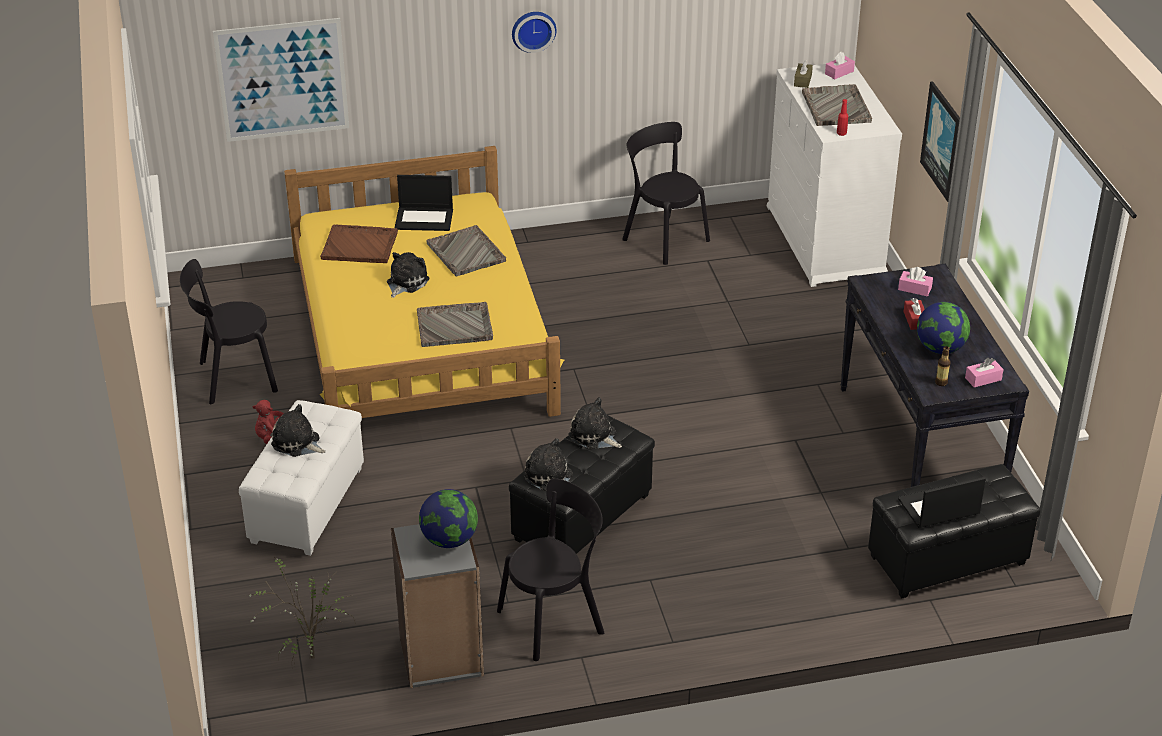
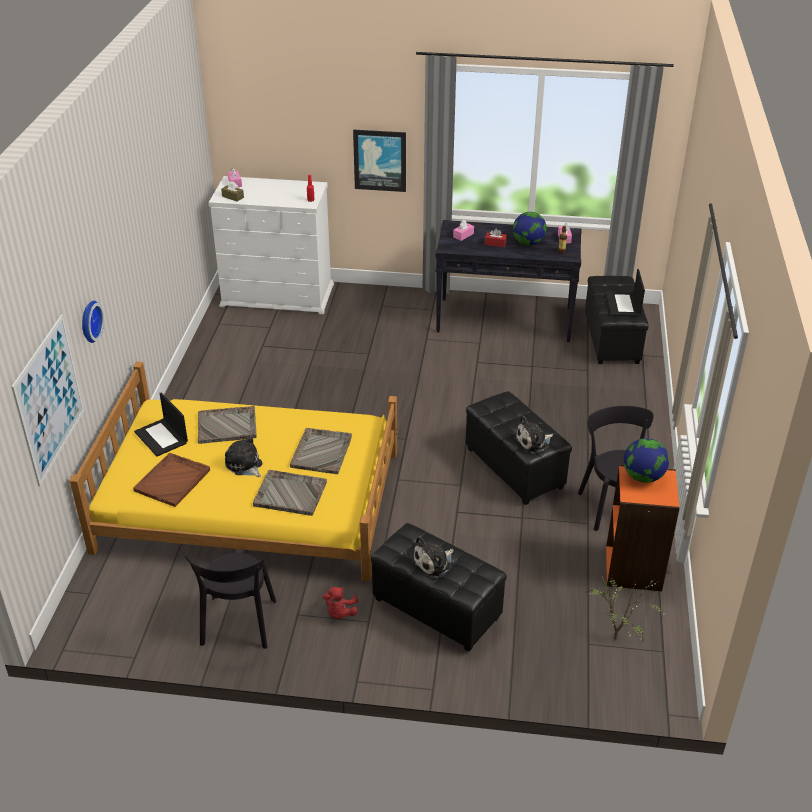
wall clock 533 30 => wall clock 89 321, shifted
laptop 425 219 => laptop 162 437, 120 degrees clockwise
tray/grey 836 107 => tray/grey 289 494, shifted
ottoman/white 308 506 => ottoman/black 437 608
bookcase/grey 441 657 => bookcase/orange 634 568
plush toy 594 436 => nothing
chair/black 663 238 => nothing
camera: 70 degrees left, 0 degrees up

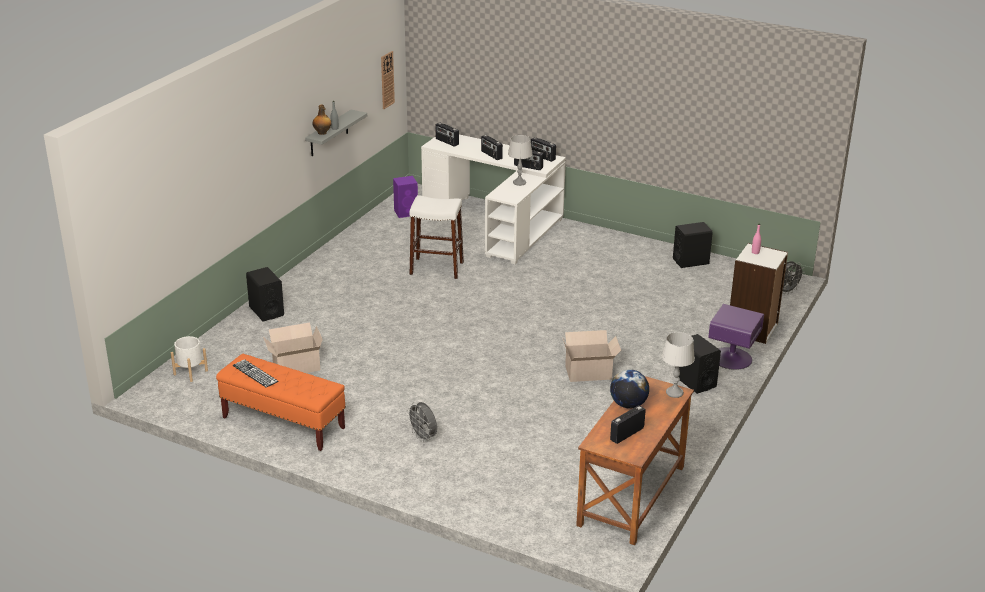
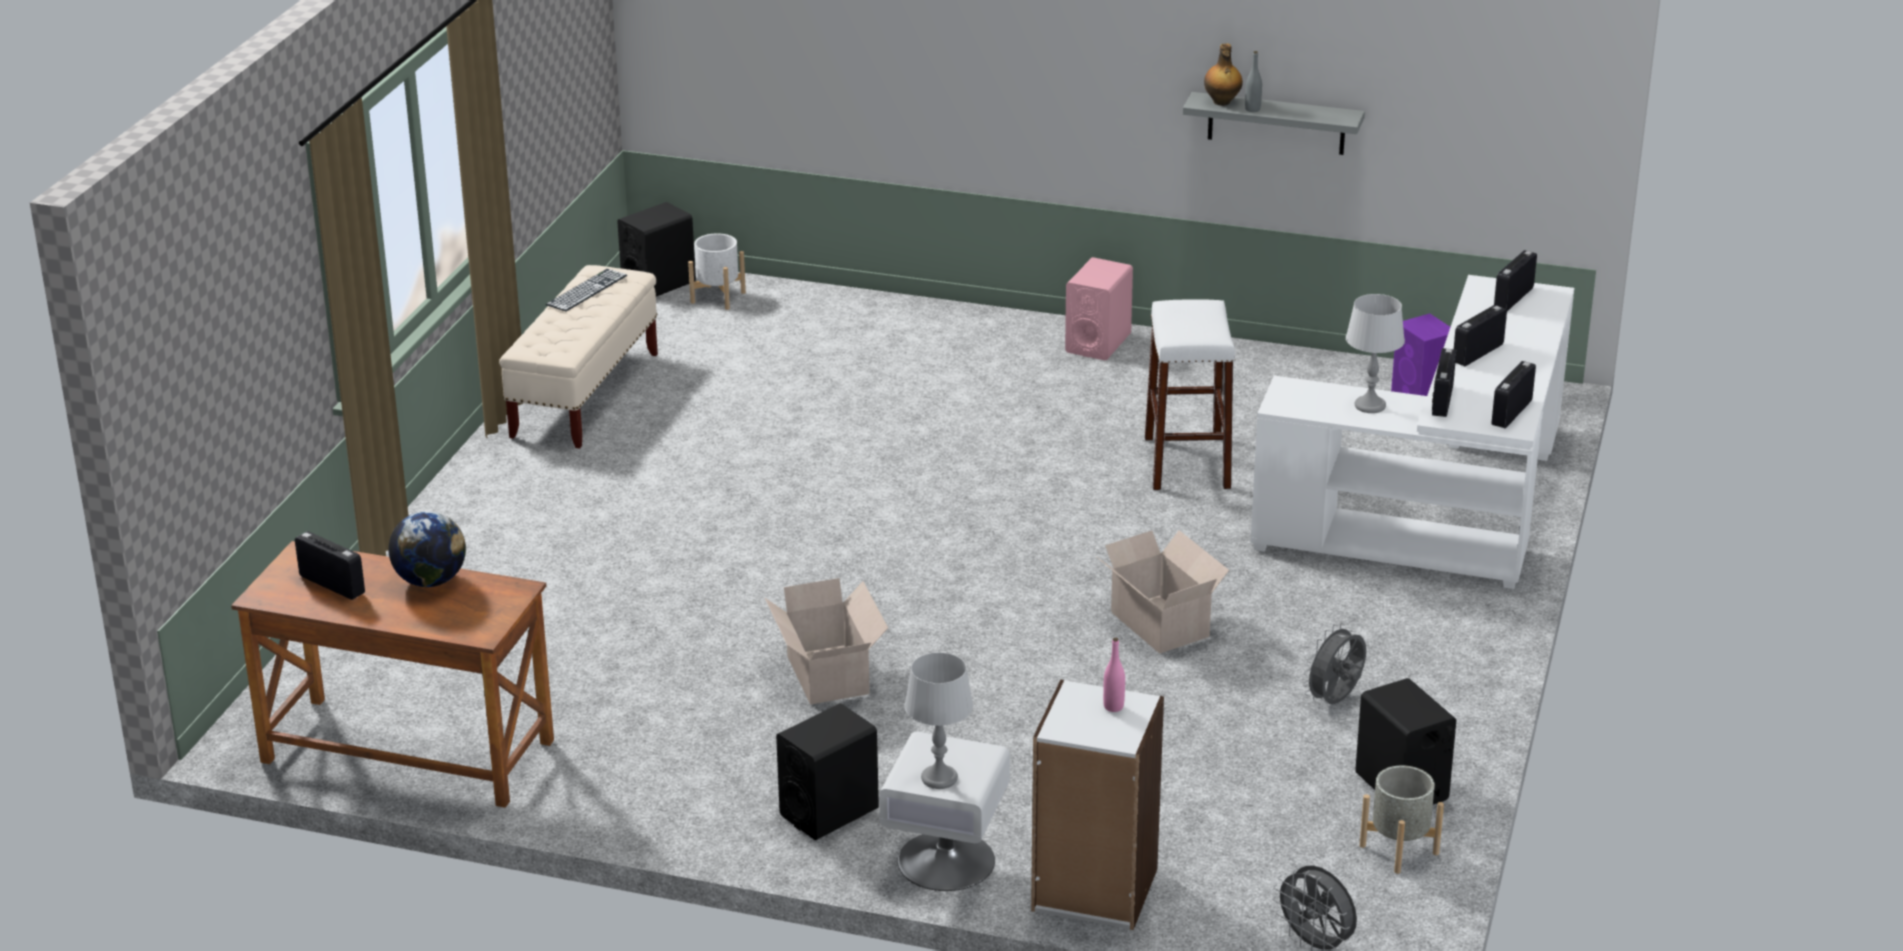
bench/orange 283 423 => bench/beige 585 395
speaker/black 266 311 => speaker/black 659 284, shifted
nightstand/purple 732 358 => nightstand/white 945 861
table lamp/grey 674 393 => table lamp/grey 939 778, shifted
nothing => speaker/pink 1098 343
cardboard box 295 366 => cardboard box 1159 623, shifted
fan/grey 423 437 => fan/grey 1335 701, shifted
nothing => planter/grey 1399 850
wall clock 387 80 => nothing
camera: 80 degrees right, 0 degrees up

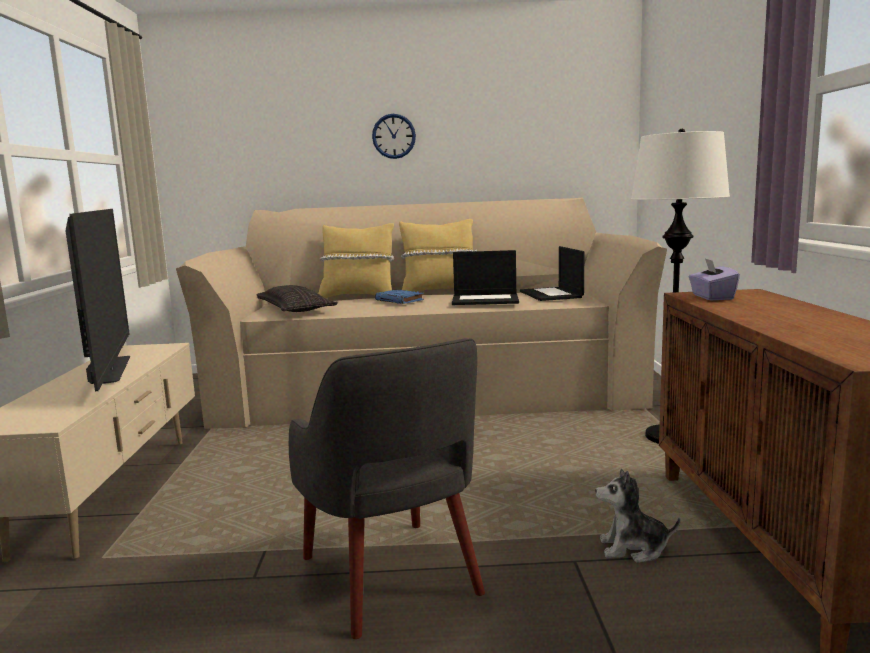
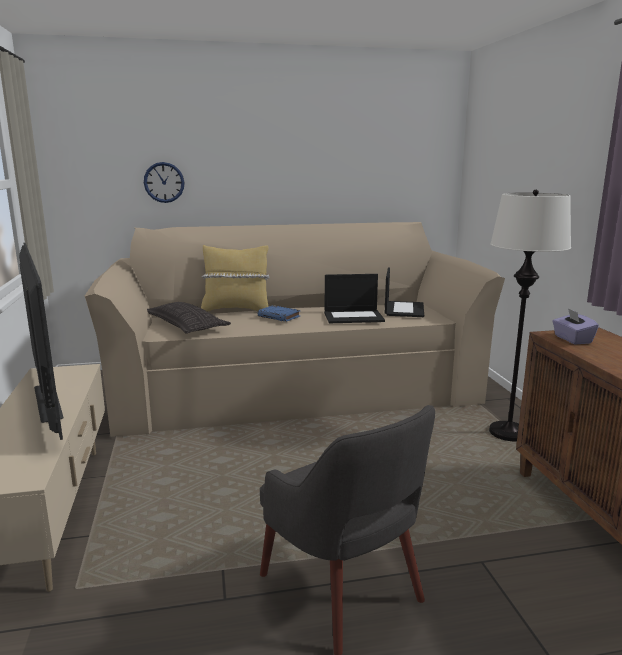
wall clock 394 136 => wall clock 164 182, shifted
laptop 552 294 => laptop 403 309, 150 degrees counterclockwise
pillow/yellow 439 293 => nothing
plush toy 633 549 => nothing
camera: 10 degrees left, 5 degrees up

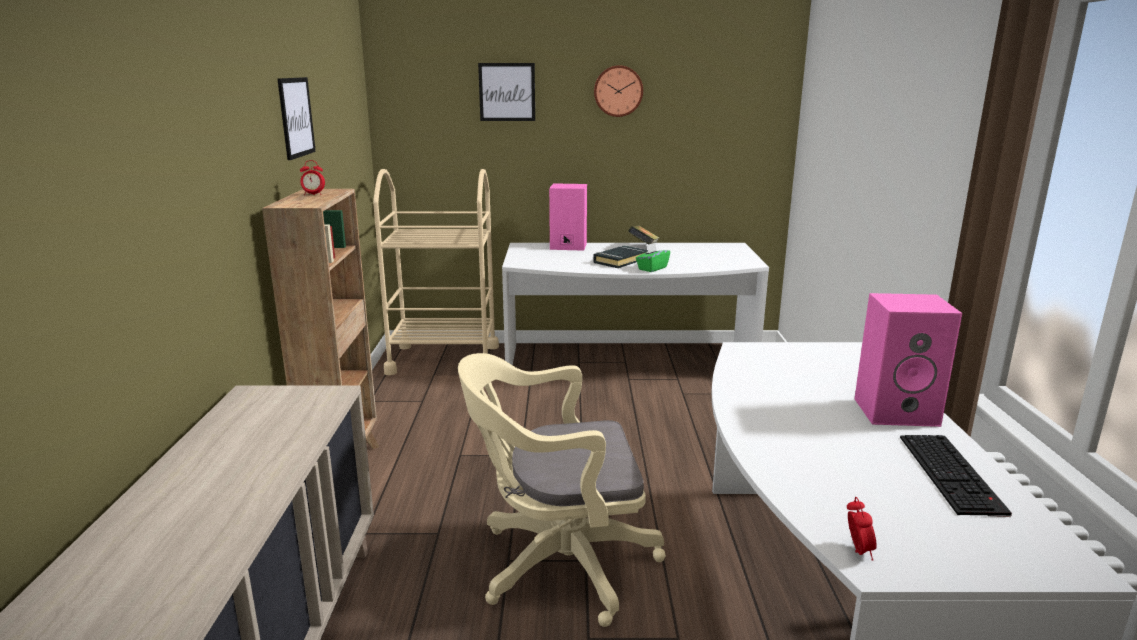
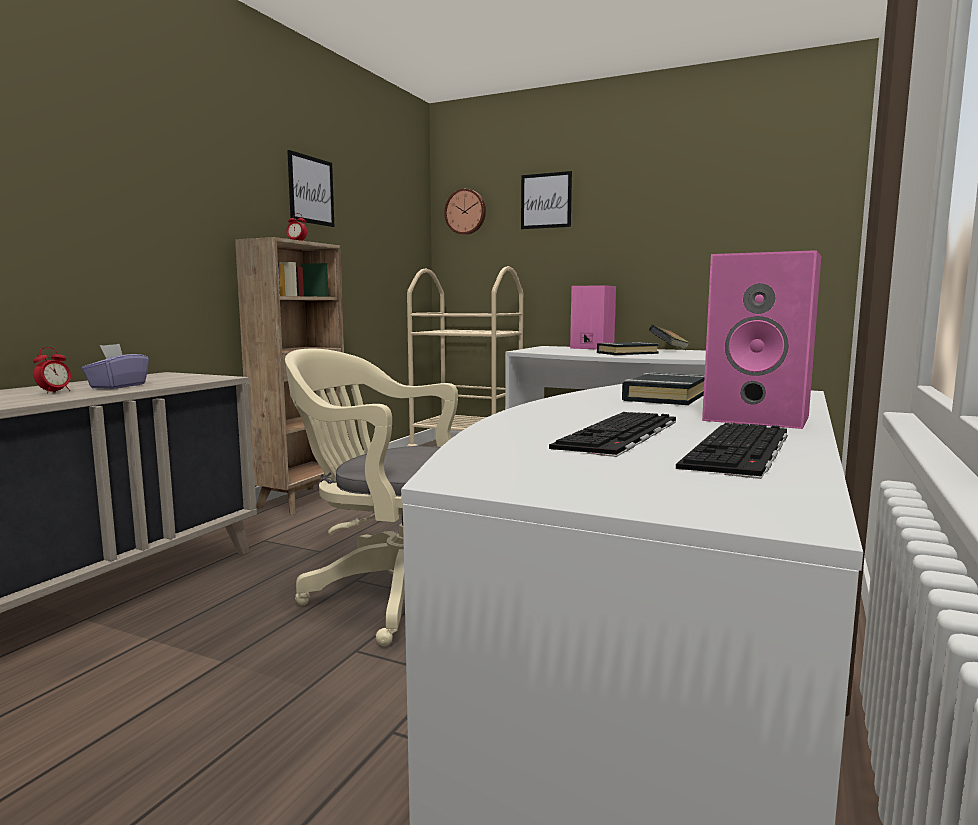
alarm clock 857 551 => alarm clock 55 392, shifted
nothing => tissue box/purple 117 386
wall clock 618 91 => wall clock 466 212, shifted
nothing => keyboard 621 435
nothing => book/black 665 397
tissue box/green 652 268 => nothing
camera: 25 degrees right, 10 degrees down

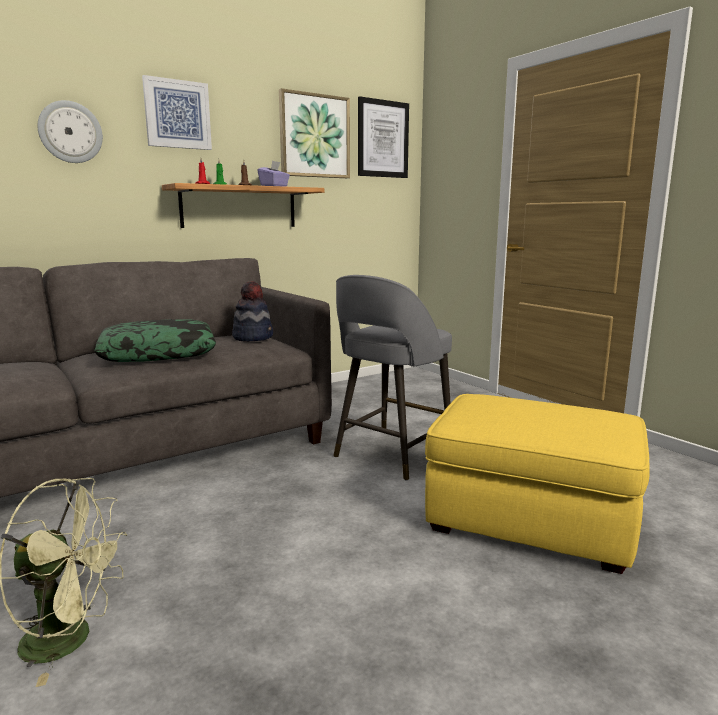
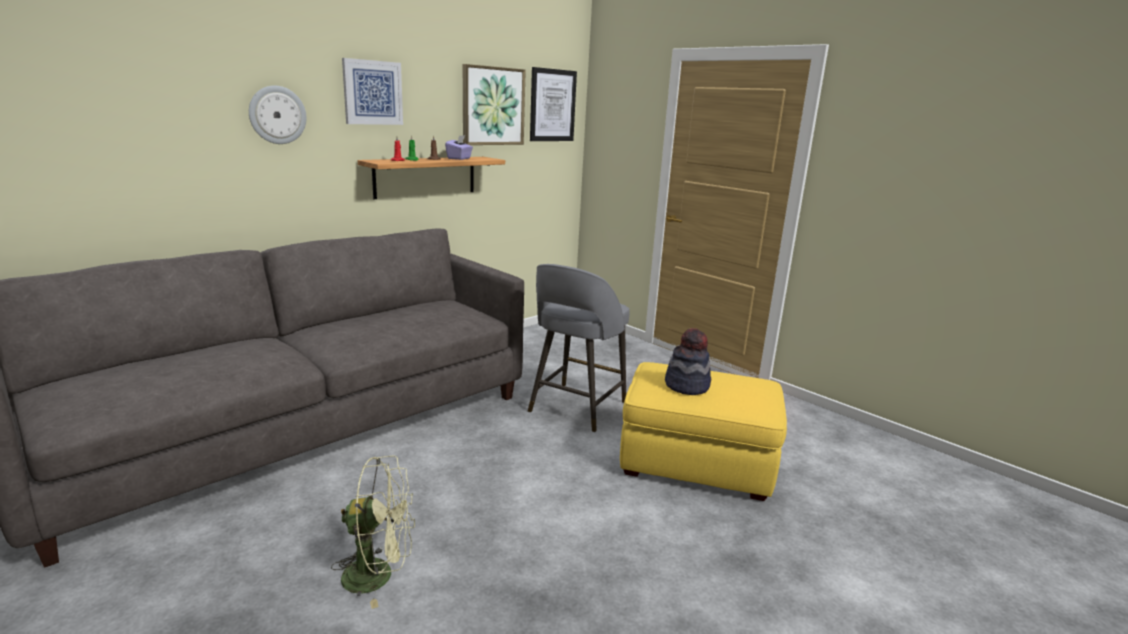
hat 253 337 => hat 687 385, shifted
pillow 158 353 => nothing
camera: 10 degrees left, 5 degrees up

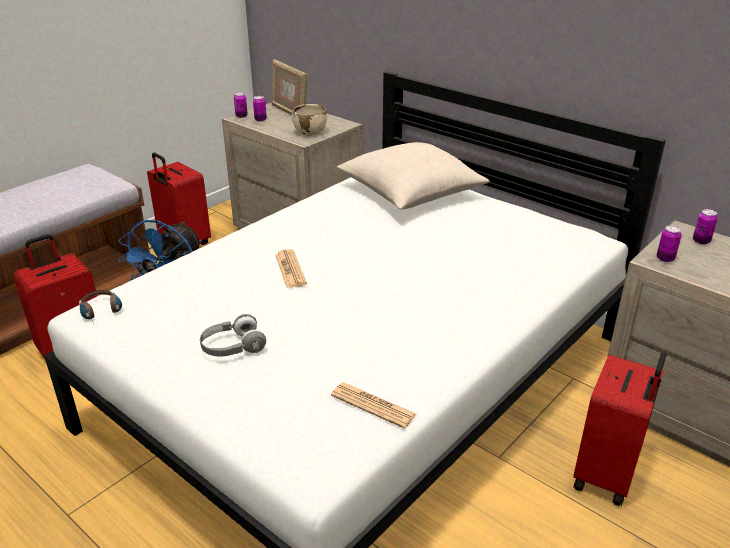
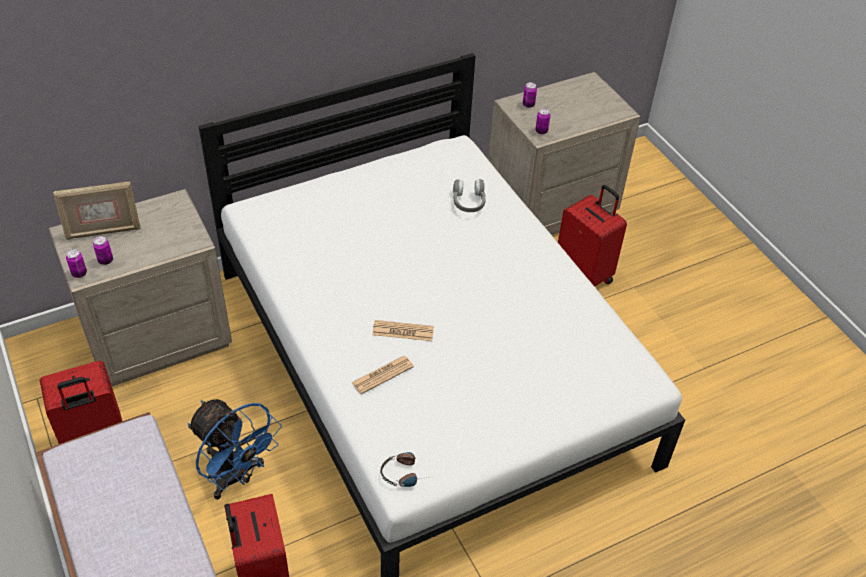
newspaper 373 405 => newspaper 382 375, shifted
headphones/grey 232 347 => headphones/grey 468 202, shifted
bowl/beige 310 132 => nothing
pillow/beige 411 193 => nothing
camera: 70 degrees left, 15 degrees up

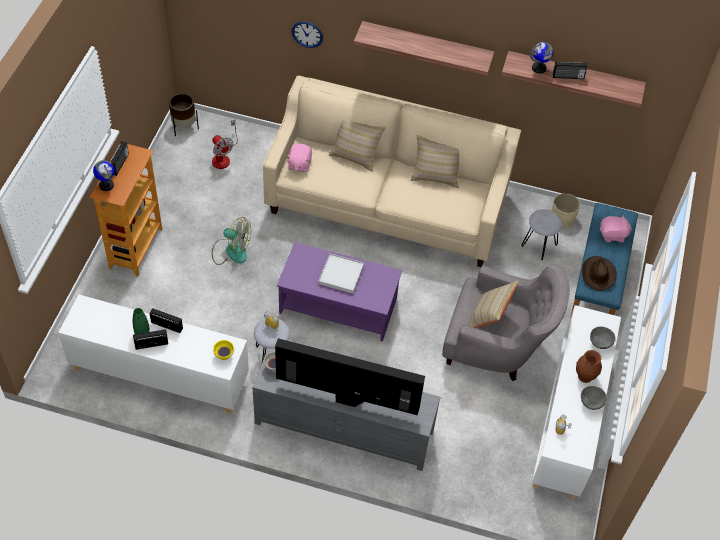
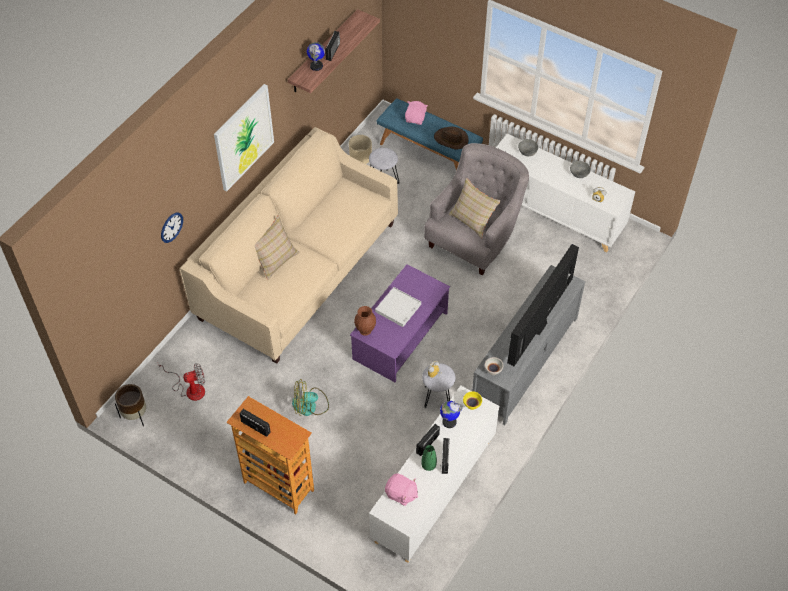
shelf 426 46 => picture 243 137
fan 231 250 => fan 310 405, 135 degrees counterclockwise
vase/brown 584 377 => vase/brown 365 330, shifted
plush toy/pink 299 164 => plush toy/pink 401 494, shifted
globe 106 185 => globe 449 422, shifted
pillow/beige 436 175 => nothing
camera: 70 degrees left, 0 degrees up

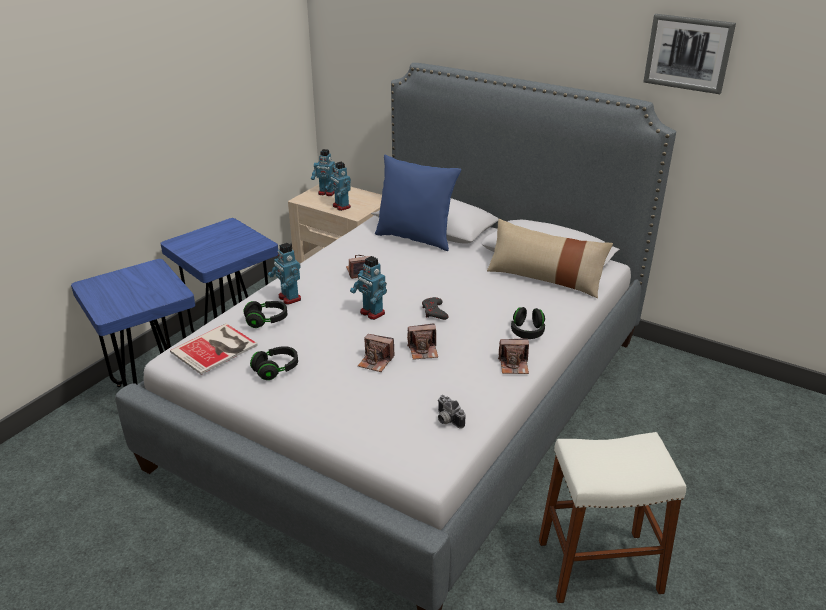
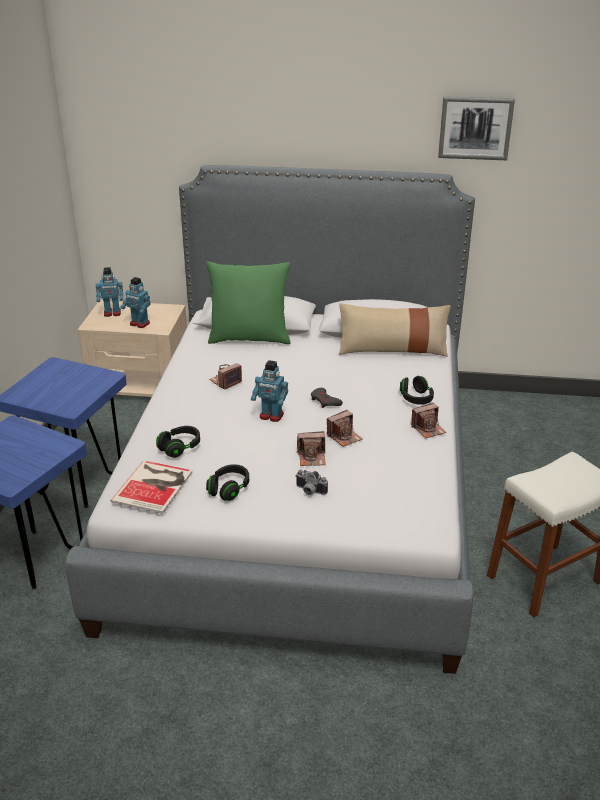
pillow/blue 415 238 => pillow/green 249 338
photo camera 447 420 => photo camera 309 491, shifted
toy robot 289 298 => nothing
camera: 25 degrees left, 0 degrees up

